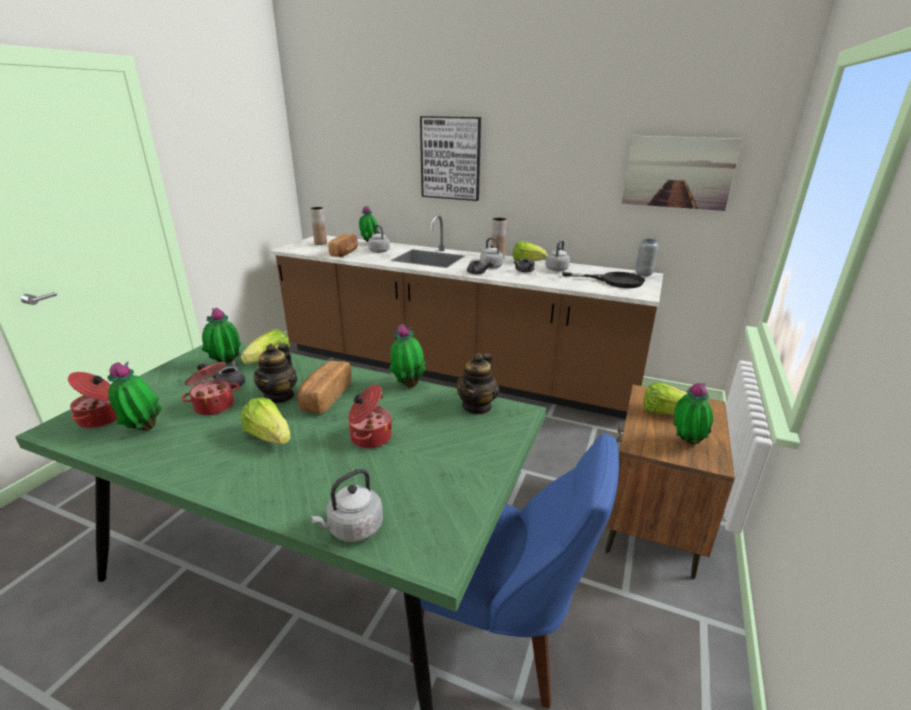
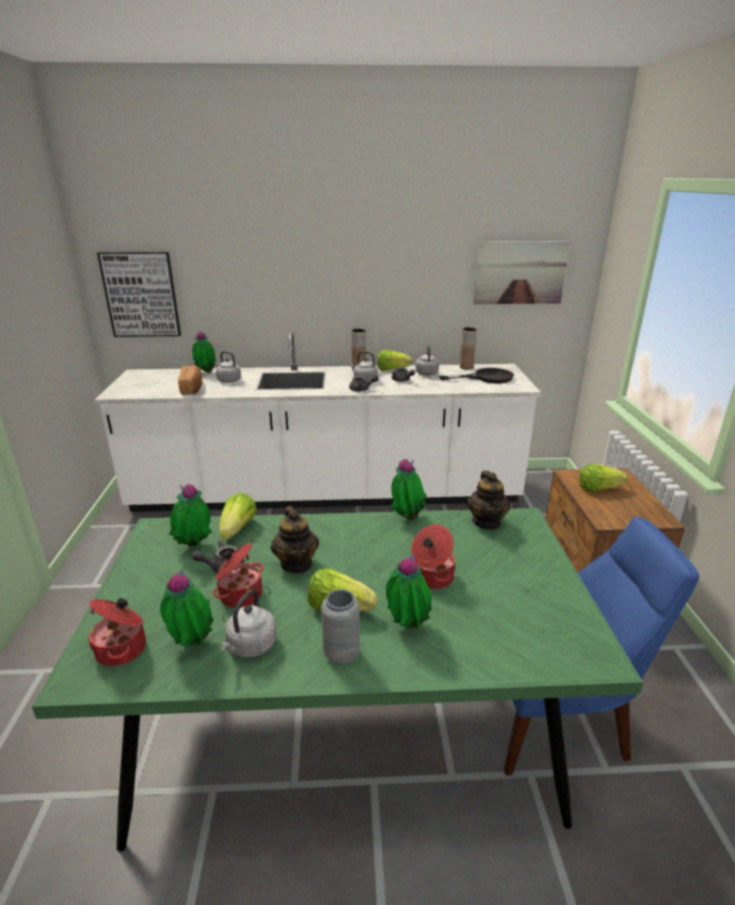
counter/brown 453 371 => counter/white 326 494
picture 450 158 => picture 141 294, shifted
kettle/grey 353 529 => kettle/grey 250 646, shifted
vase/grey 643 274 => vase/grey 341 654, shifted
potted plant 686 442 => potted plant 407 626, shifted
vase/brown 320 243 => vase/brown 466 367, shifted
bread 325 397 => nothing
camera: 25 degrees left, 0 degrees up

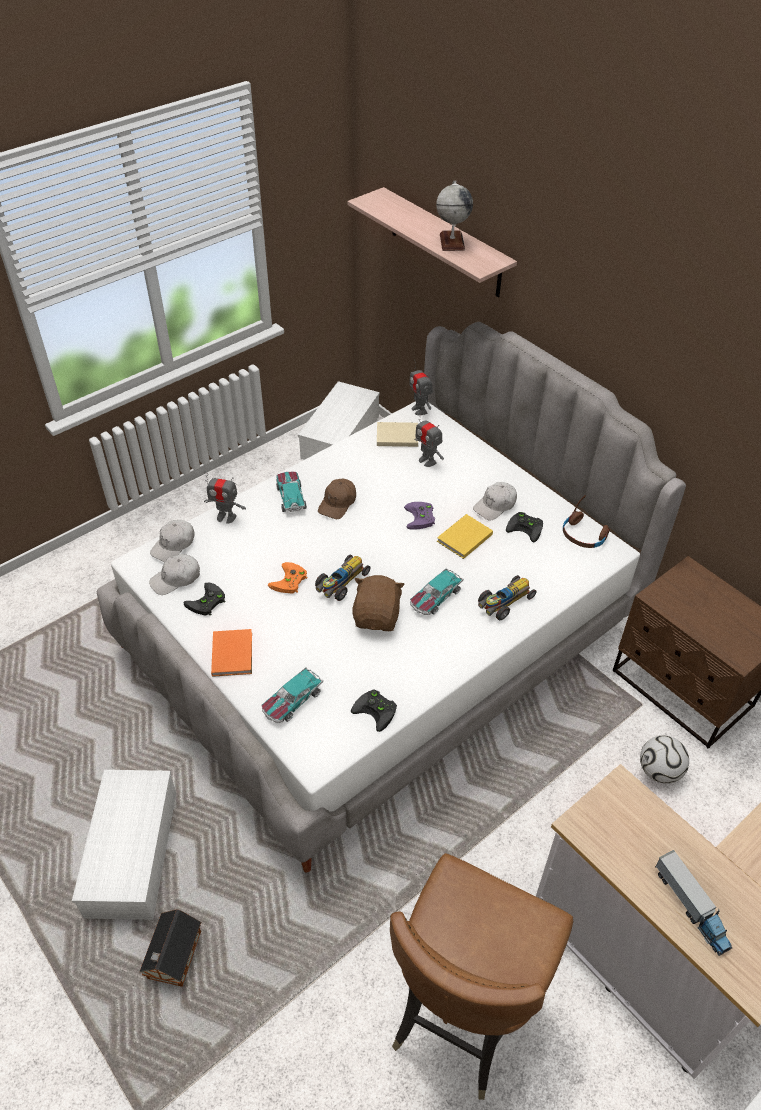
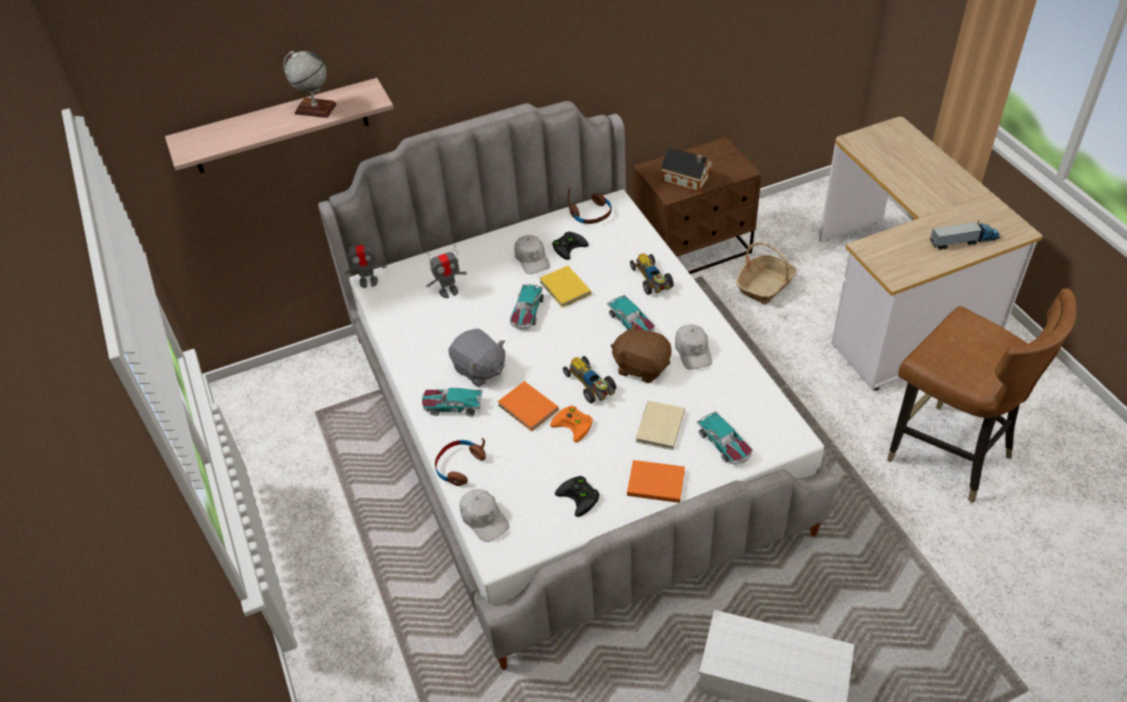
toy robot 226 517 => headphones/brown 459 466
cap/brown 338 503 => plush toy/grey 479 369
nothing => book/orange 528 409
game controller/purple 421 518 => toy car 527 312
book/beige 396 435 => book/beige 659 427, shifted
toy house 173 957 => toy house 687 180, shifted
cap/white 176 579 => cap/white 693 351, shifted
football 659 771 => basket 765 285
storage box/white 341 438 => nothing
game controller/black 377 711 => nothing
camera: 70 degrees left, 0 degrees up

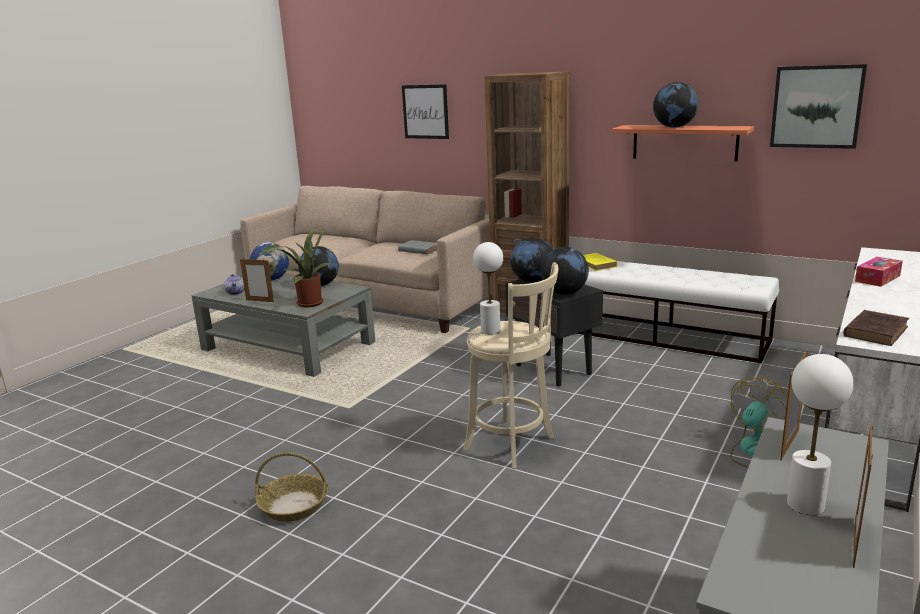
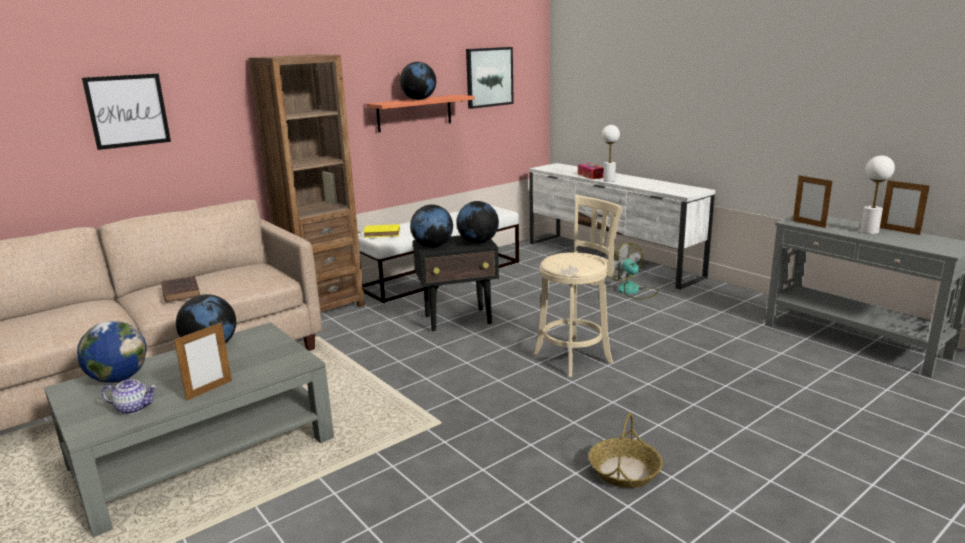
book/brown 876 331 => book/brown 181 291, shifted
table lamp/white 490 331 => table lamp/white 609 180, shifted
potted plant 308 303 => nothing
book/grey 418 250 => nothing
camera: 70 degrees left, 0 degrees up

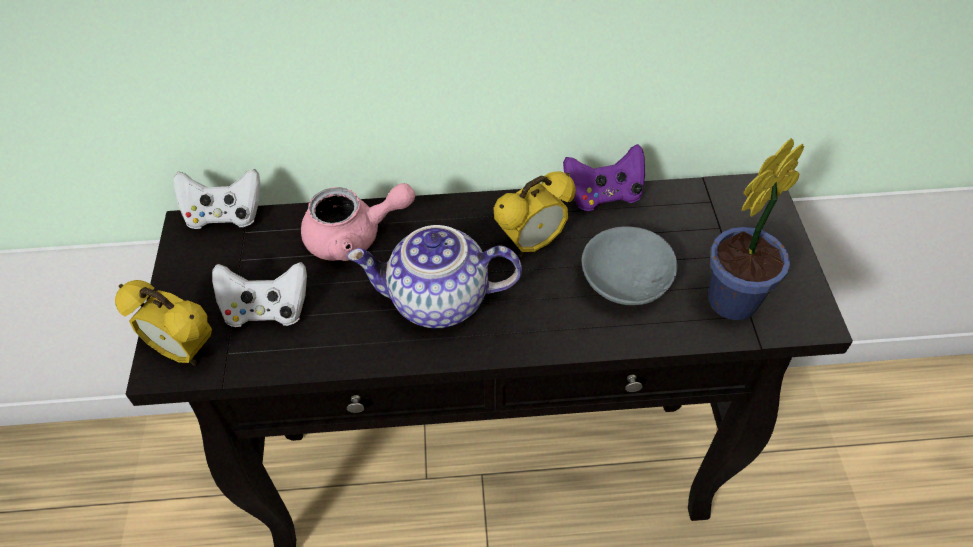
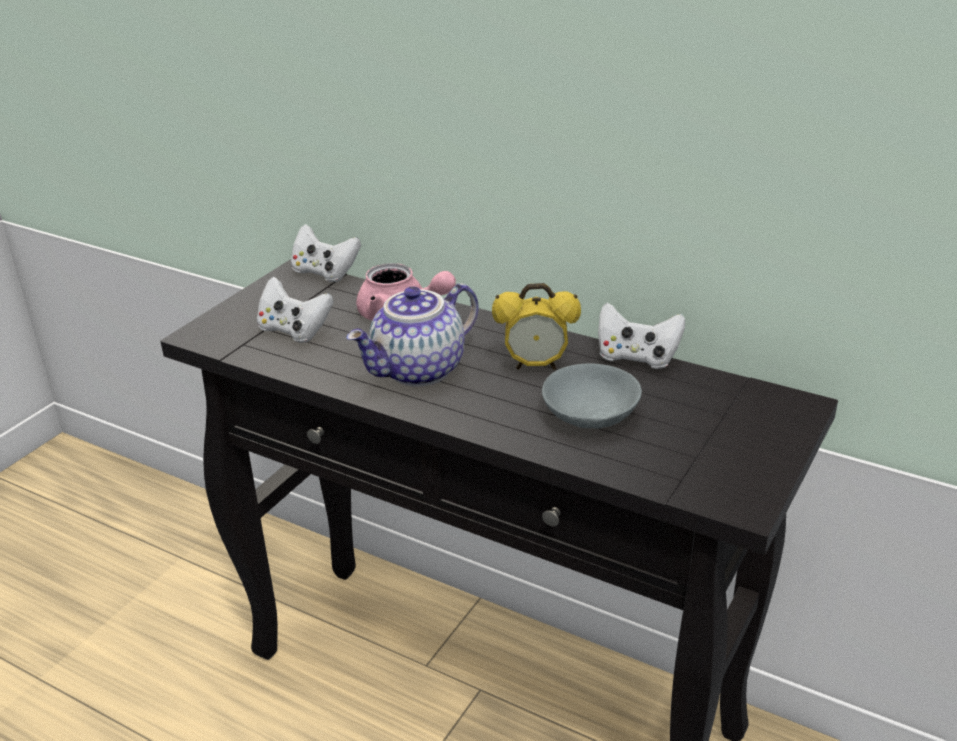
teapot 438 302 => teapot 419 371, 75 degrees counterclockwise
game controller/purple 603 195 => game controller/white 637 358
alarm clock 184 351 => nothing
potted plant 737 297 => nothing
camera: 35 degrees right, 20 degrees down

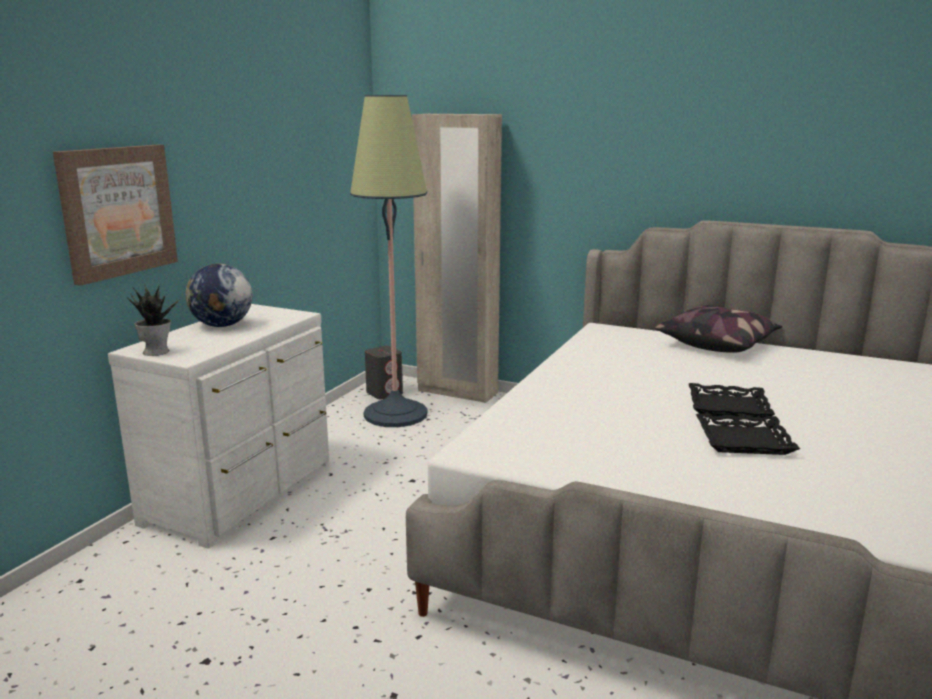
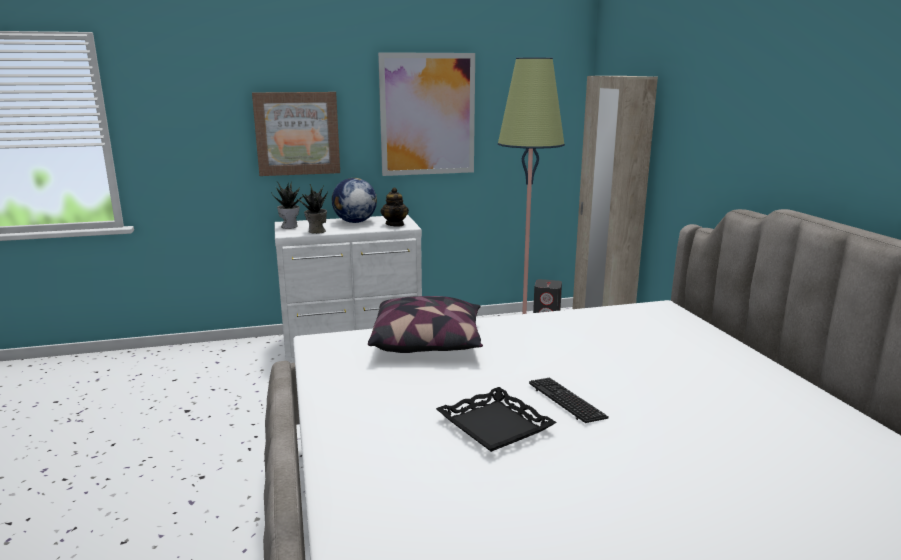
nothing => potted plant 316 231
pillow 717 344 => pillow 428 342, shifted
nothing => picture 427 114
nothing => teapot 395 224
tray/black 728 407 => keyboard 566 401
camera: 50 degrees right, 0 degrees up

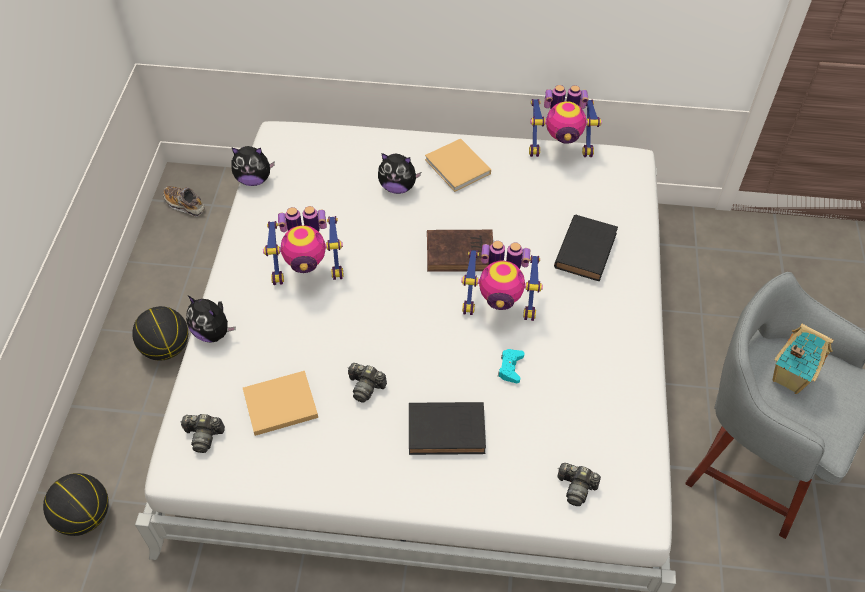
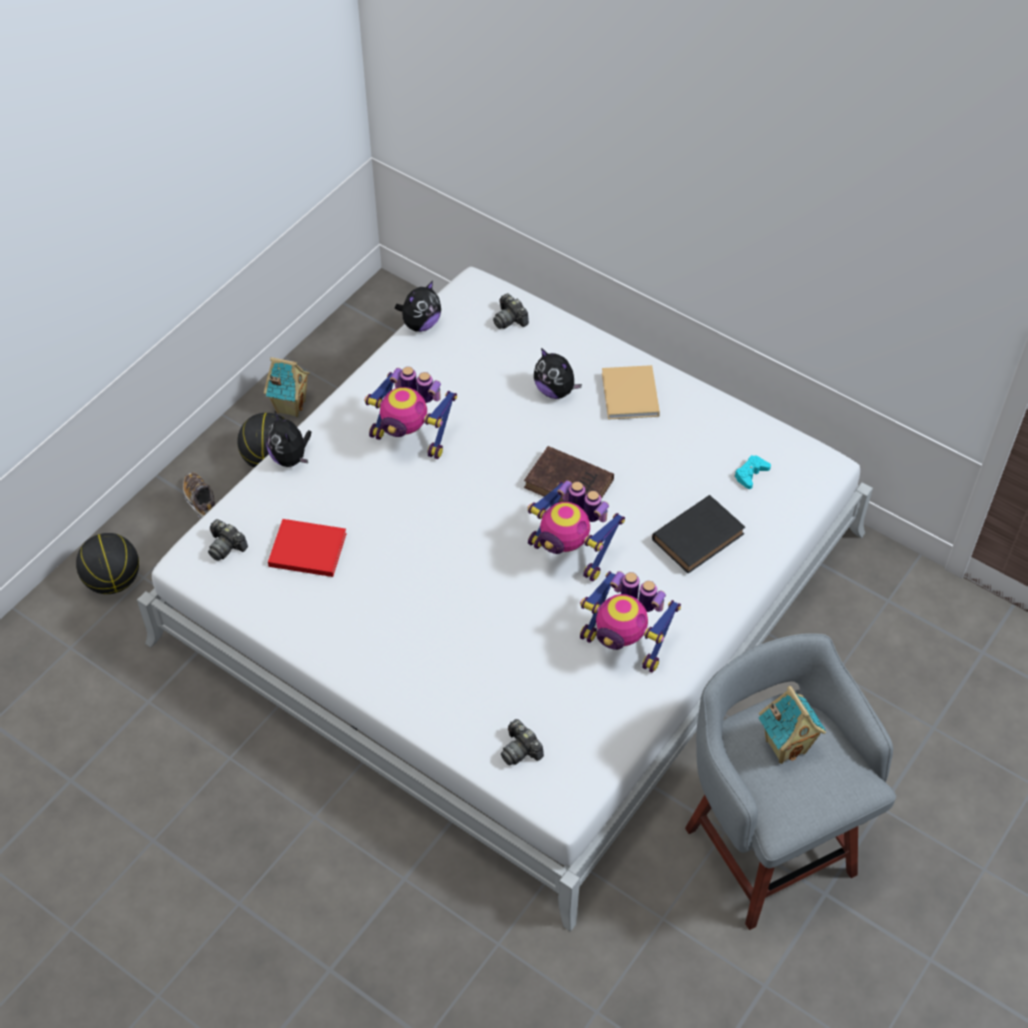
shoe 184 205 => shoe 201 502, shifted
nothing => toy house 290 406
book/beige 278 405 => book/red 305 549
plush toy 254 179 => plush toy 420 324, 75 degrees counterclockwise
photo camera 365 387 => photo camera 510 319, shifted
toy robot 560 148 => toy robot 624 644, shifted
game controller/turquoise 510 368 => game controller/turquoise 751 474, shifted
book/black 449 430 => nothing
camera: 30 degrees right, 0 degrees up

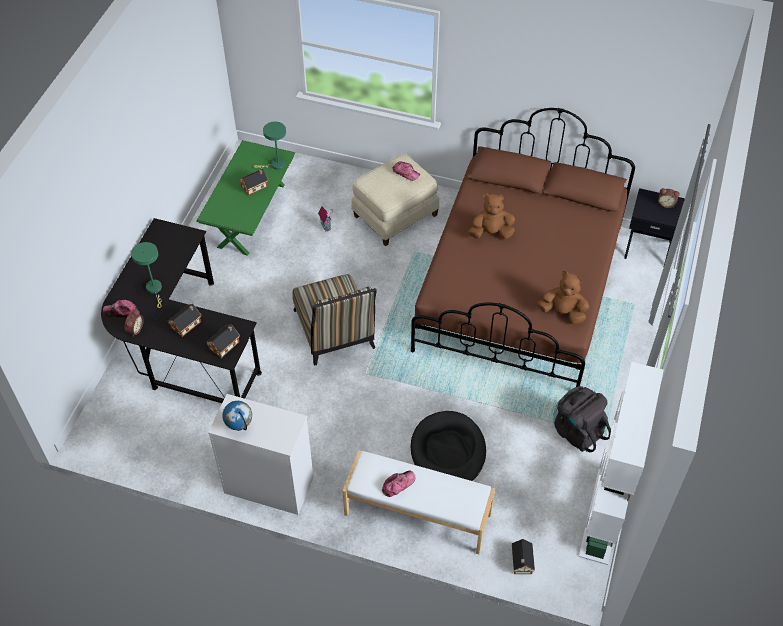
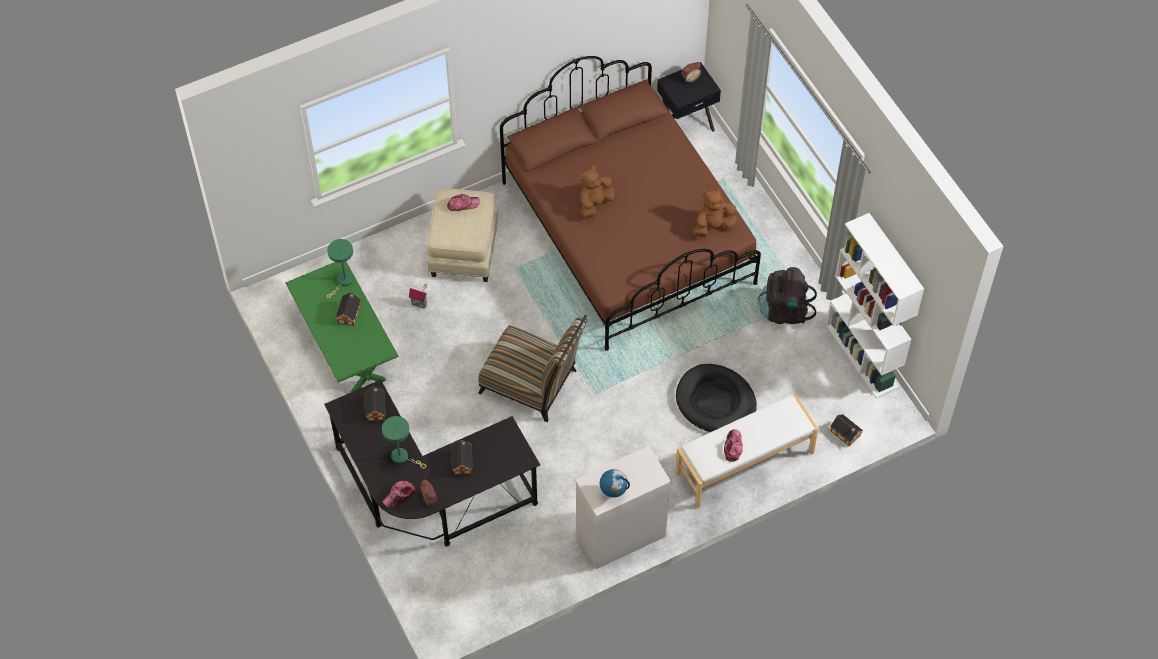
toy house 225 345 => toy house 376 408, shifted
camera: 45 degrees left, 5 degrees up

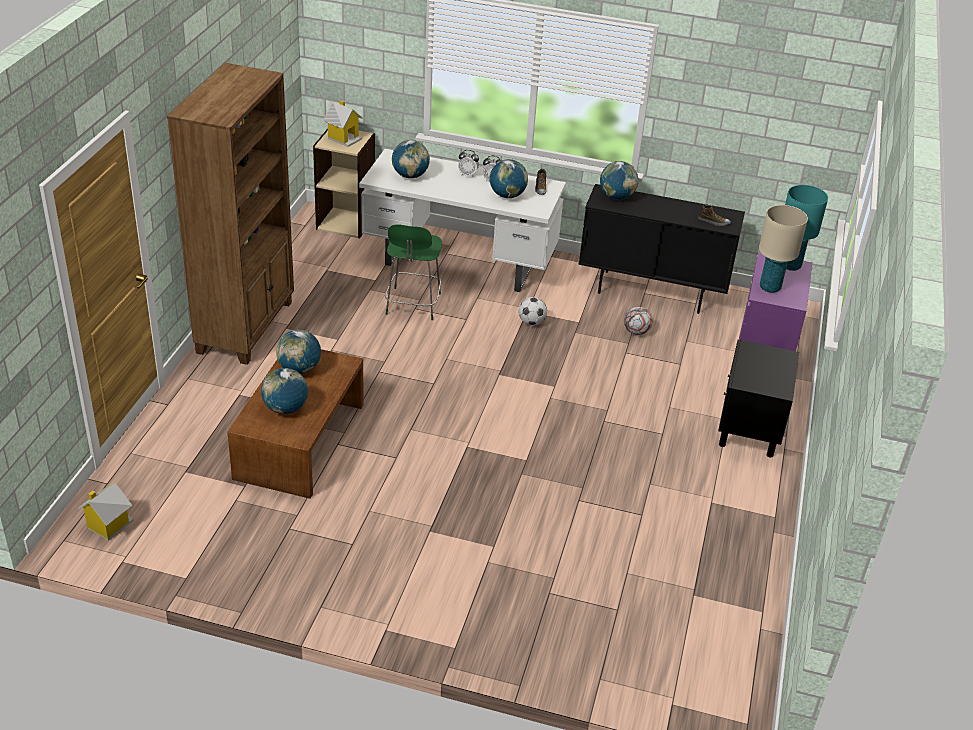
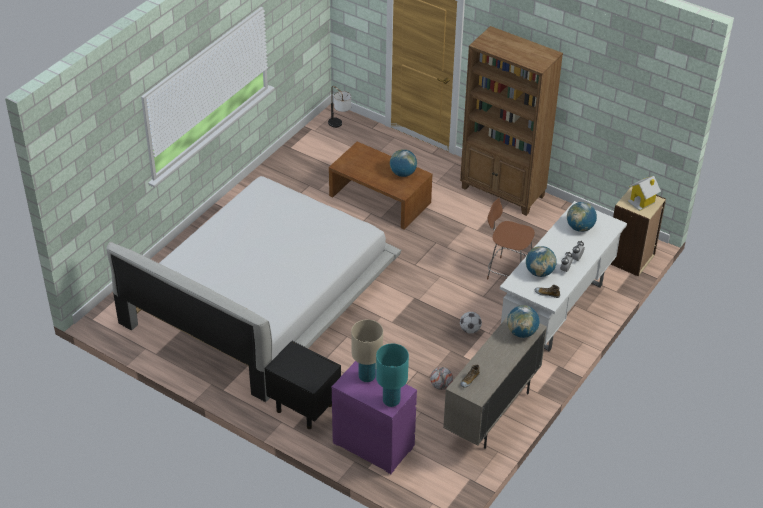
nothing => bed/white 261 294
toy house 108 525 => table lamp 339 126
cabinet/black 652 292 => cabinet/beige 491 413
chair/green 412 305 => chair/brown 508 272
globe 285 408 => nothing
camera: 110 degrees right, 5 degrees up

